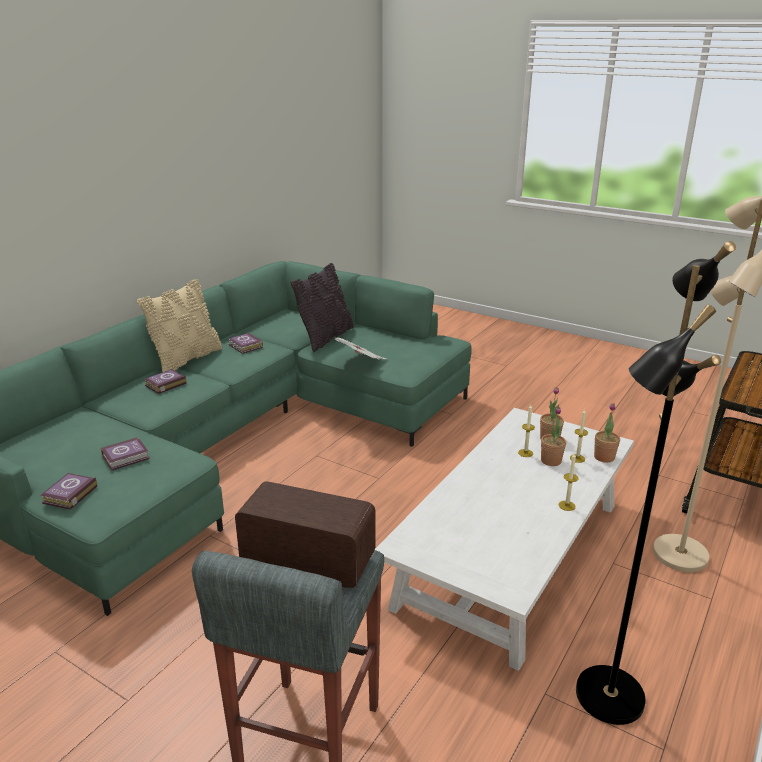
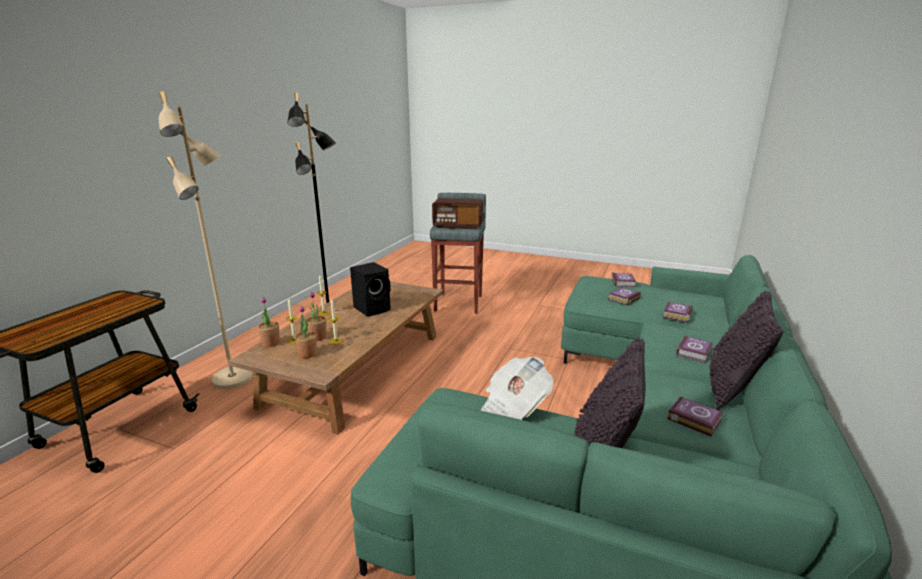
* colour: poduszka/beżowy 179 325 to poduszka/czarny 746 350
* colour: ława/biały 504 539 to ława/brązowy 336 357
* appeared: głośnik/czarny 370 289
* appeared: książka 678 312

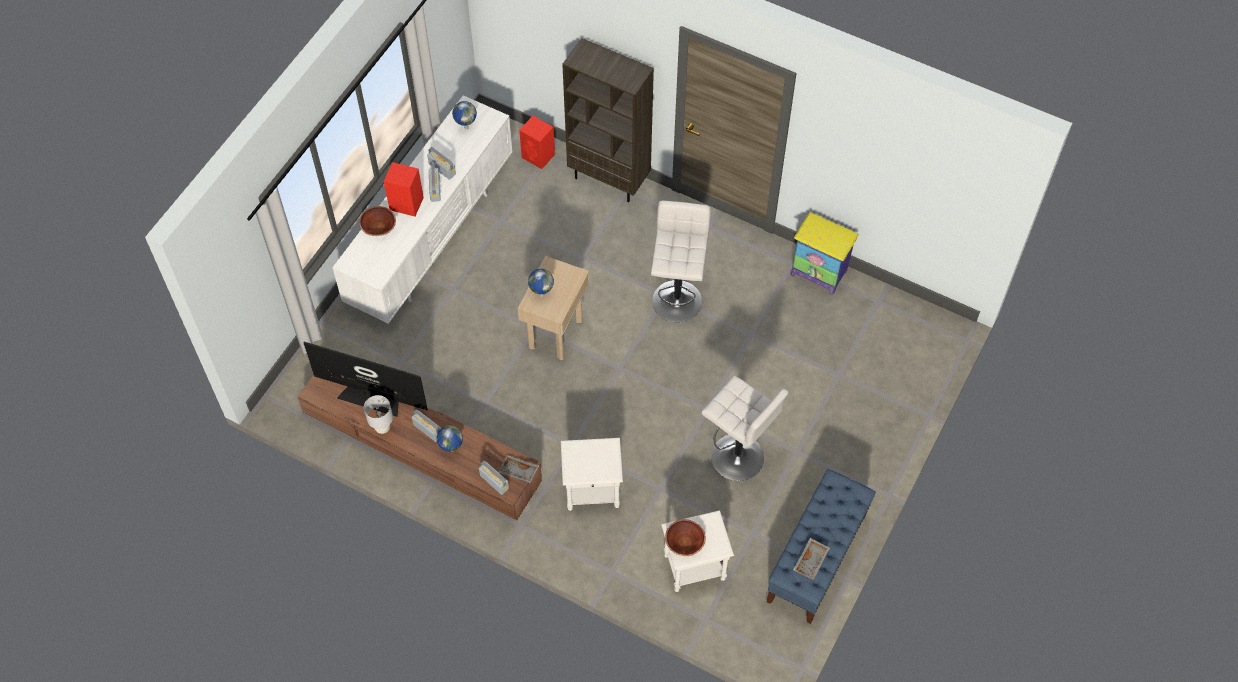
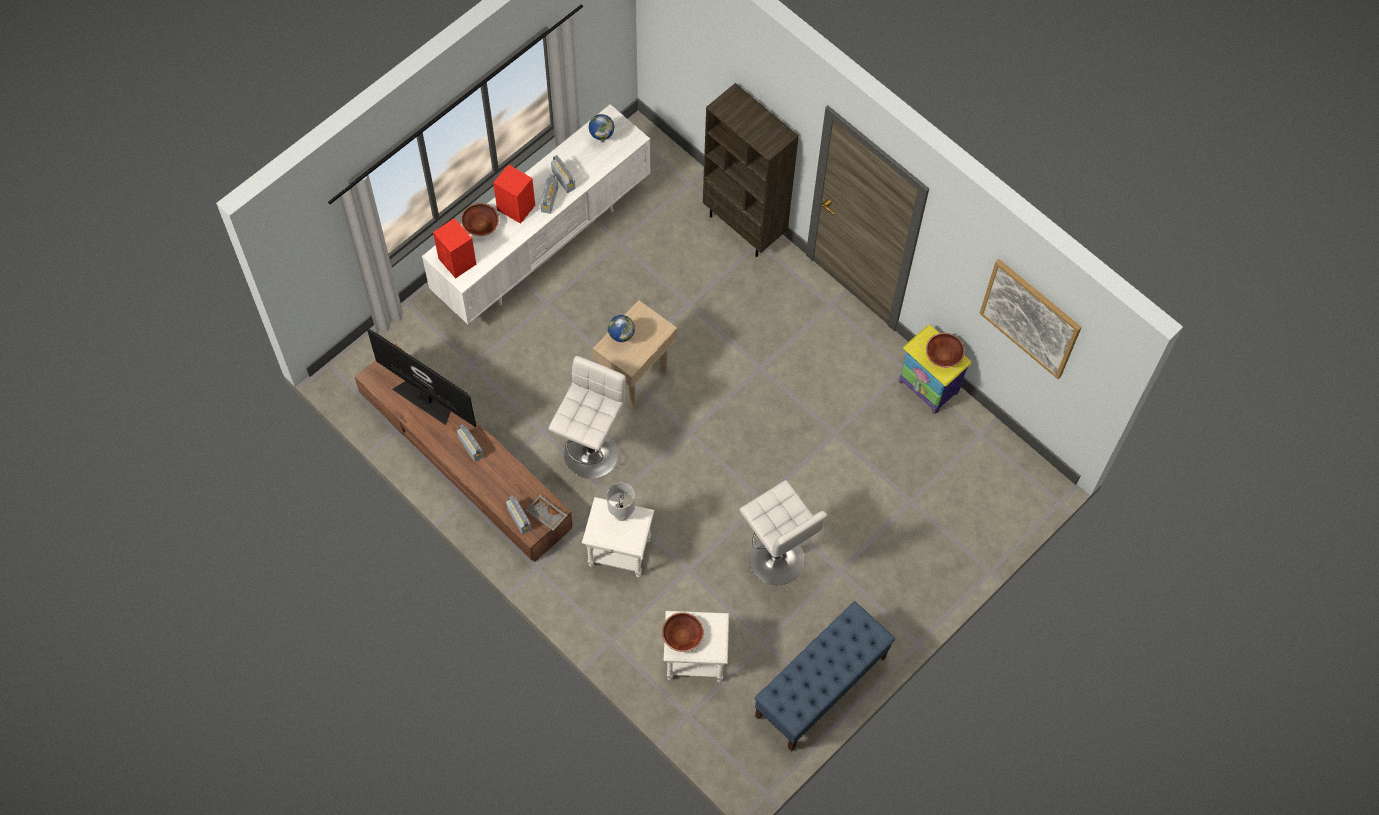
* relocated: lampa stołowa/szary 378 414 to 621 502
* missing: globus 450 438
* relocated: głośnik/czerwony 537 142 to 455 248
* relocated: stołek/biały 681 261 to 587 417
* missing: taca/szary 811 559
* appeared: miska/brązowy 945 350
* appeared: obraz 1031 319

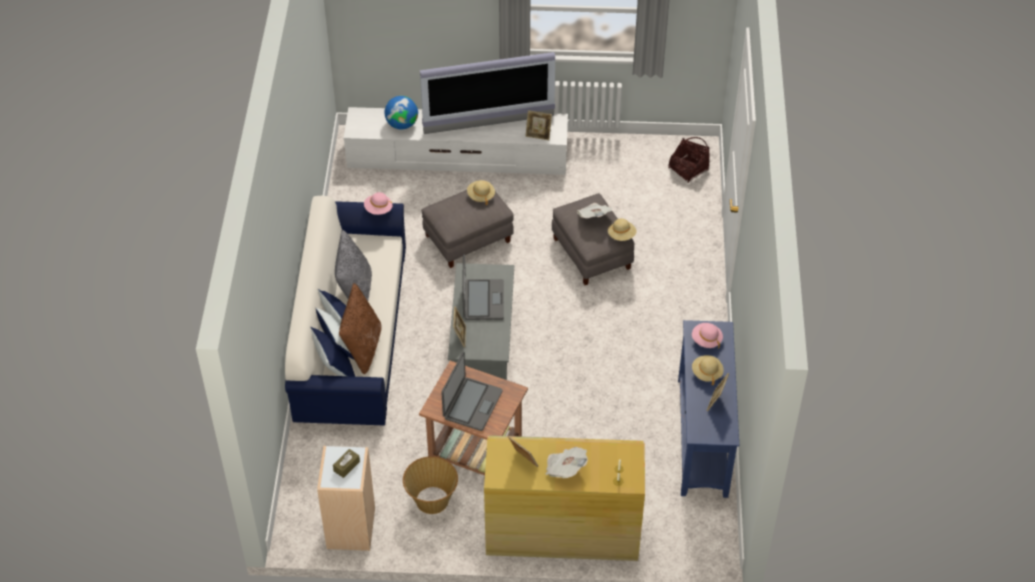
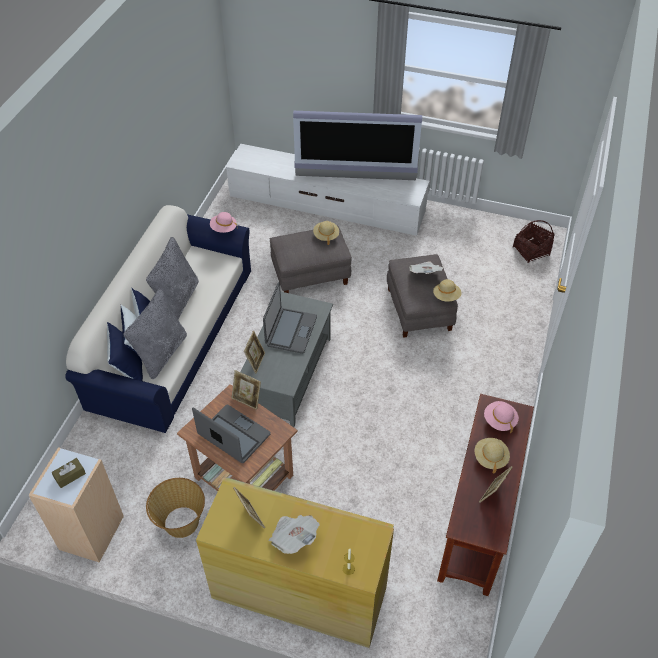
* colour: poduszka/brązowy 360 328 to poduszka/szary 155 333
* missing: globus 401 113
* spun: laptop 472 391 = 231 433 90 degrees counterclockwise
* relocated: ramka na zdjęcie 538 125 to 246 390
* colour: stolik konsolowy/niebieski 708 409 to stolik konsolowy/brązowy 485 495

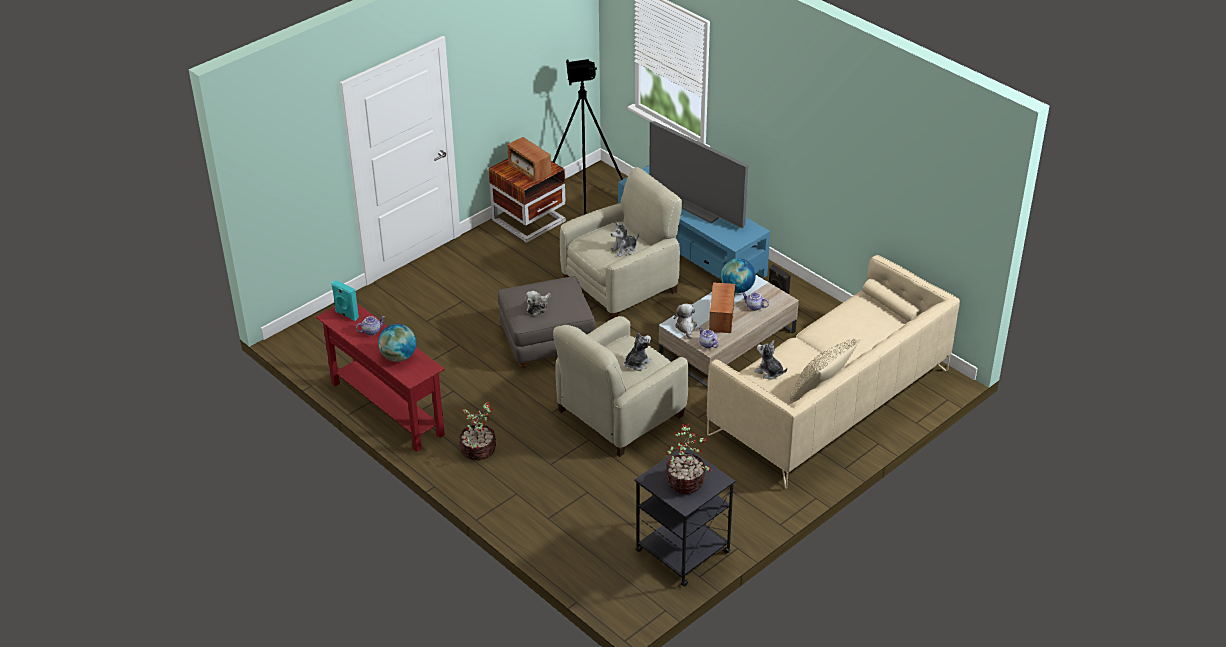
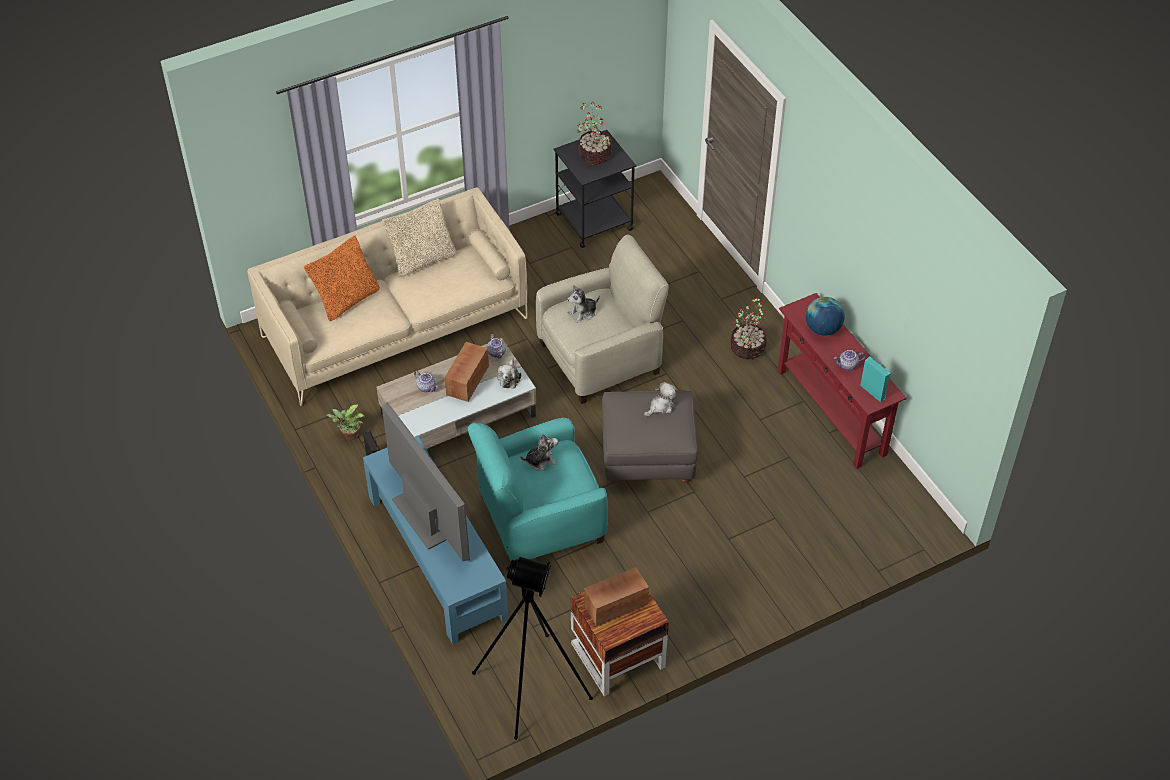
* spun: radio 529 159 = 616 596 90 degrees counterclockwise
* colour: fotel/beżowy 621 243 to fotel/turkusowy 538 489
* missing: globus 738 275
* missing: pluszak 770 360
* appeared: poduszka/pomarańczowy 342 278
* appeared: roślina doniczkowa 345 422

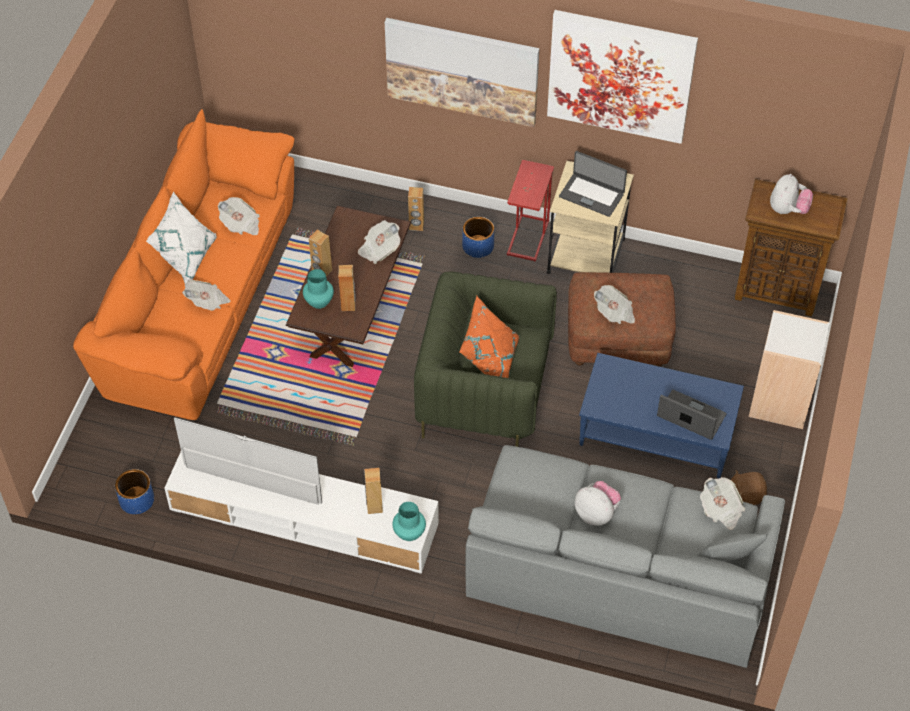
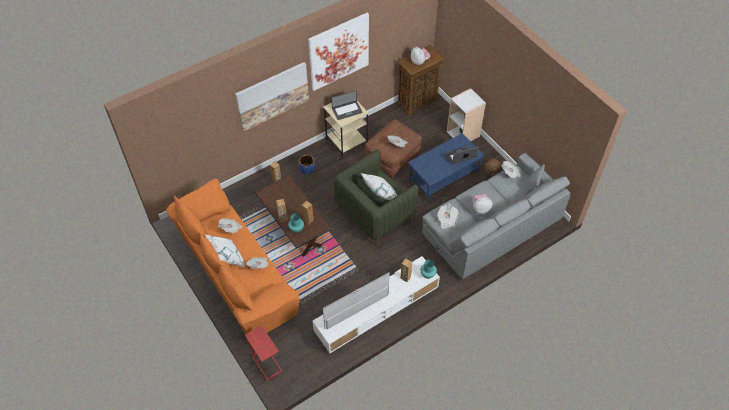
* missing: donica/niebieski 134 491
* relocated: gazeta 379 242 to 448 216
* colour: poduszka/pomarańczowy 489 336 to poduszka/biały 379 186
* relocated: stolik/czerwony 530 211 to 263 353

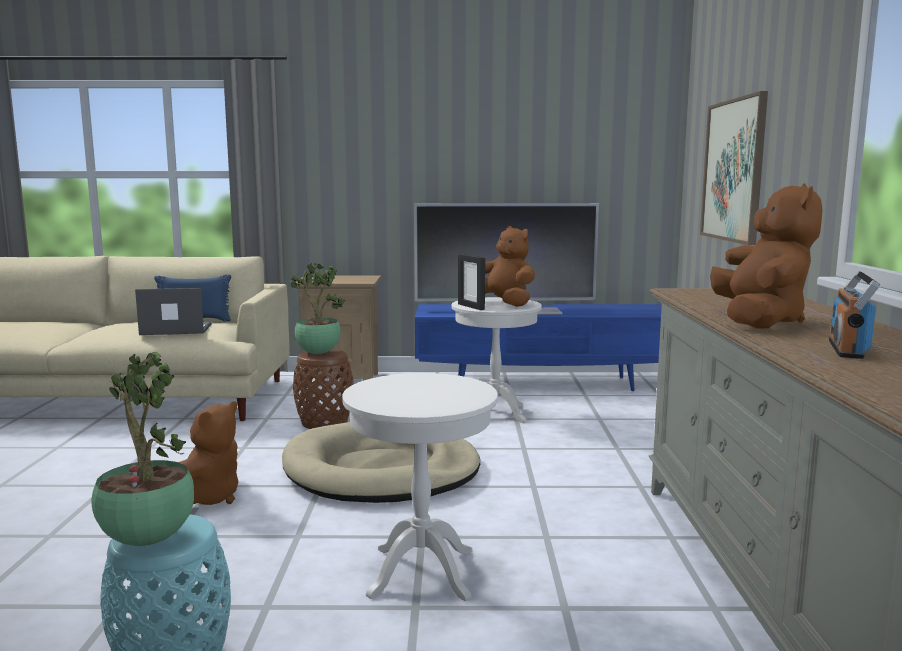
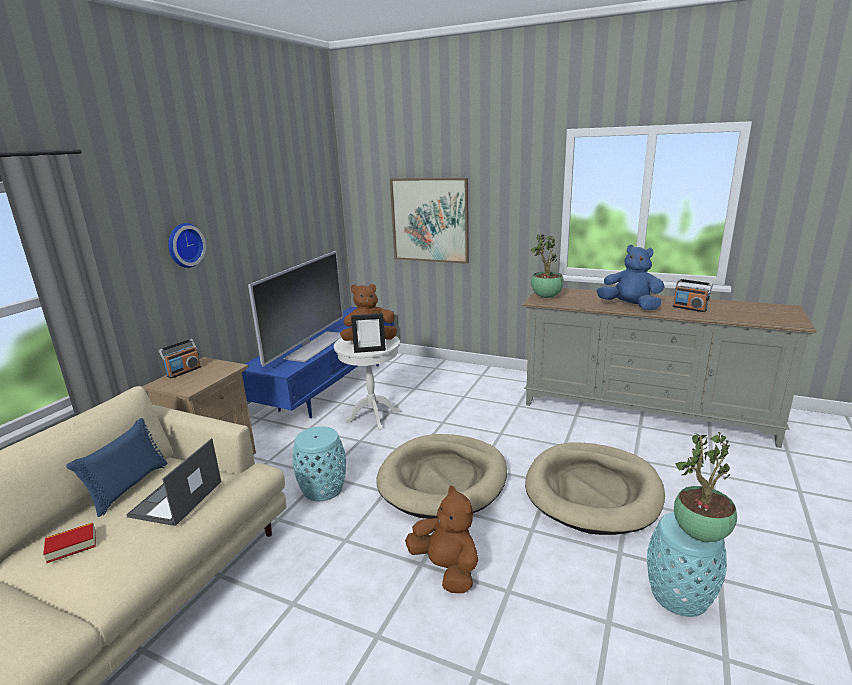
* relocated: roślina doniczkowa 317 308 to 547 266
* colour: stołek/brązowy 323 389 to stołek/turkusowy 319 463
* exchanged: stolik/biały 420 487 to legowisko/beżowy 595 488
* colour: pluszak/brązowy 766 256 to pluszak/niebieski 631 277
* appeared: książka 69 543
* appeared: radio 180 359
* appeared: zegar ścienny 187 245

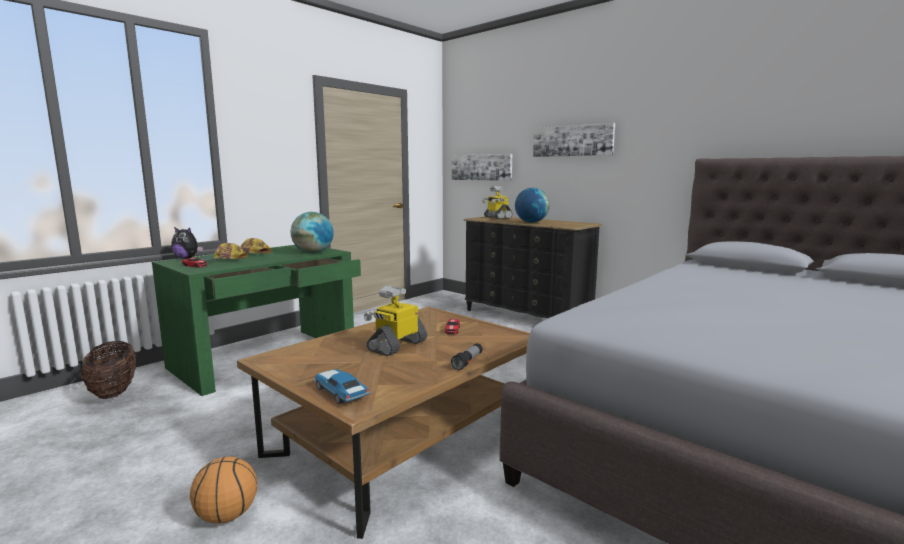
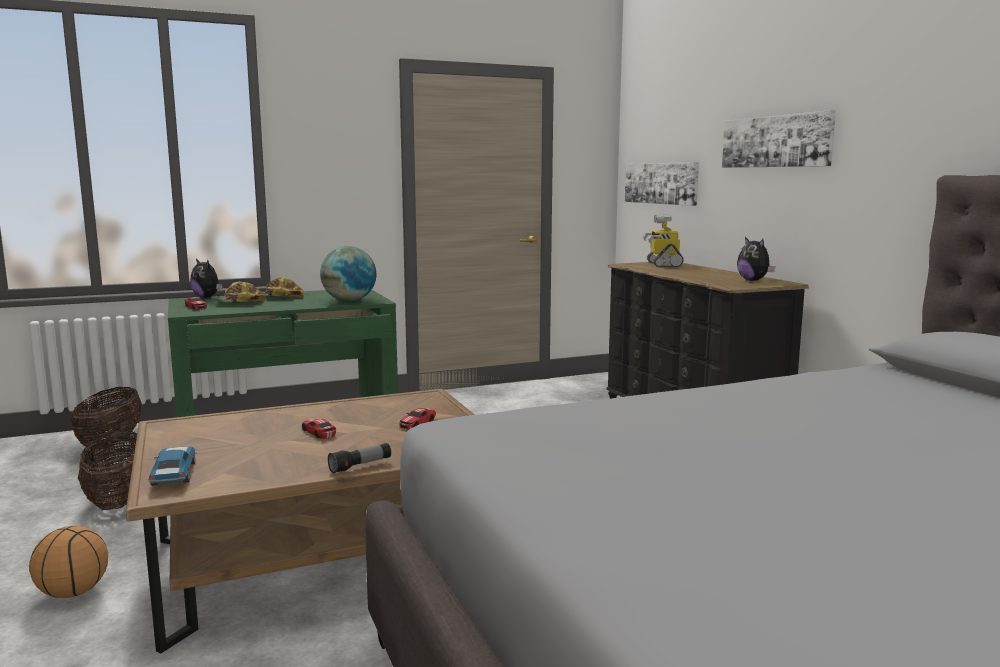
* exchanged: robot zabawkowy 395 321 to samochodzik 319 429
* missing: globus 532 205
* appeared: koszyk 107 470
* appeared: pluszak 756 259

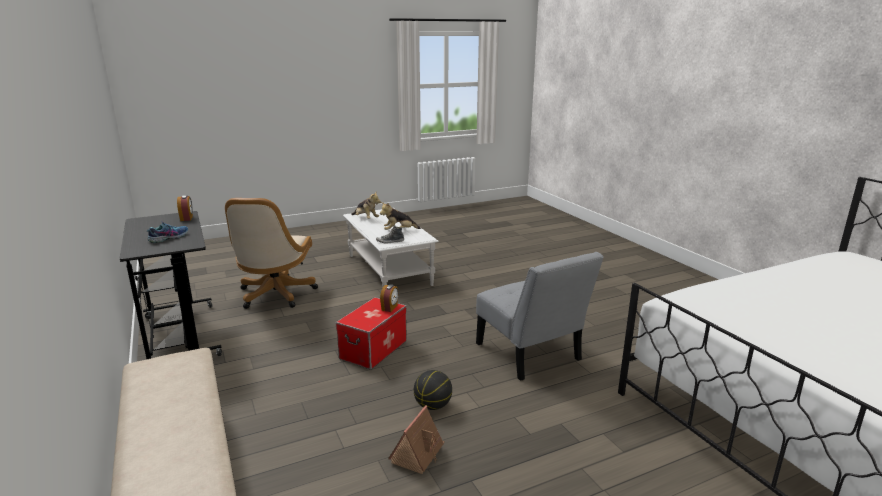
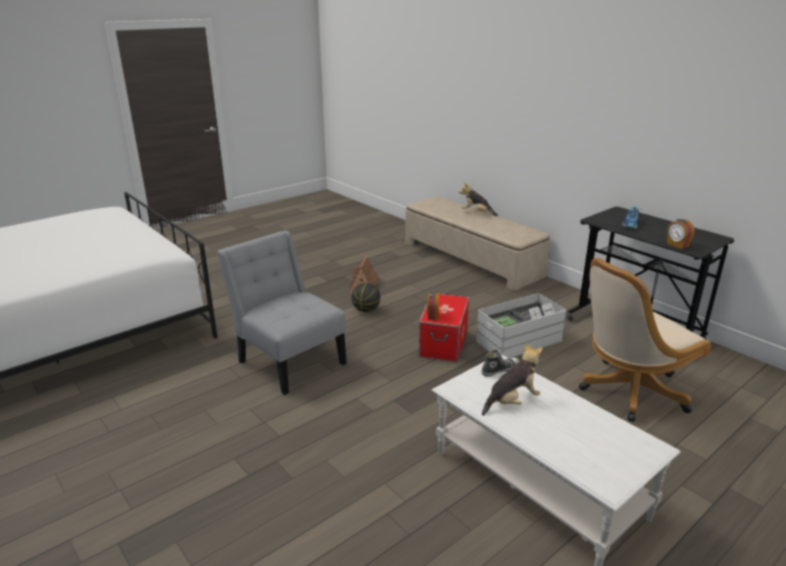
* spun: krzesło biurowe 271 253 = 645 340 105 degrees counterclockwise
* relocated: pluszak 366 205 to 478 199
* appeared: pojemnik do przechowywania/szary 521 325

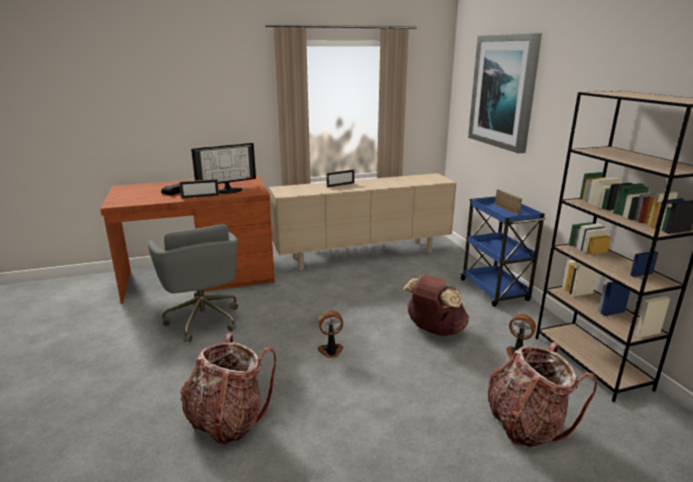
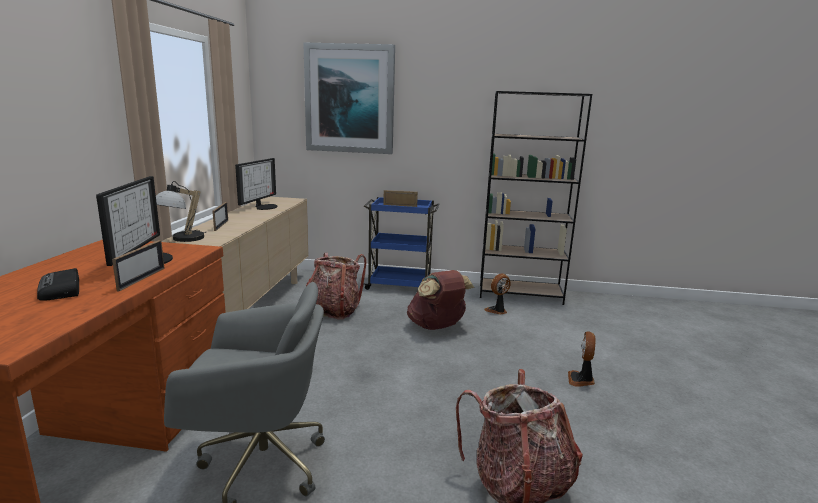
* relocated: wentylator 330 334 to 581 359
* relocated: plecak 542 394 to 336 286
* appeared: lampa stołowa 181 211
* appeared: monitor 256 184

